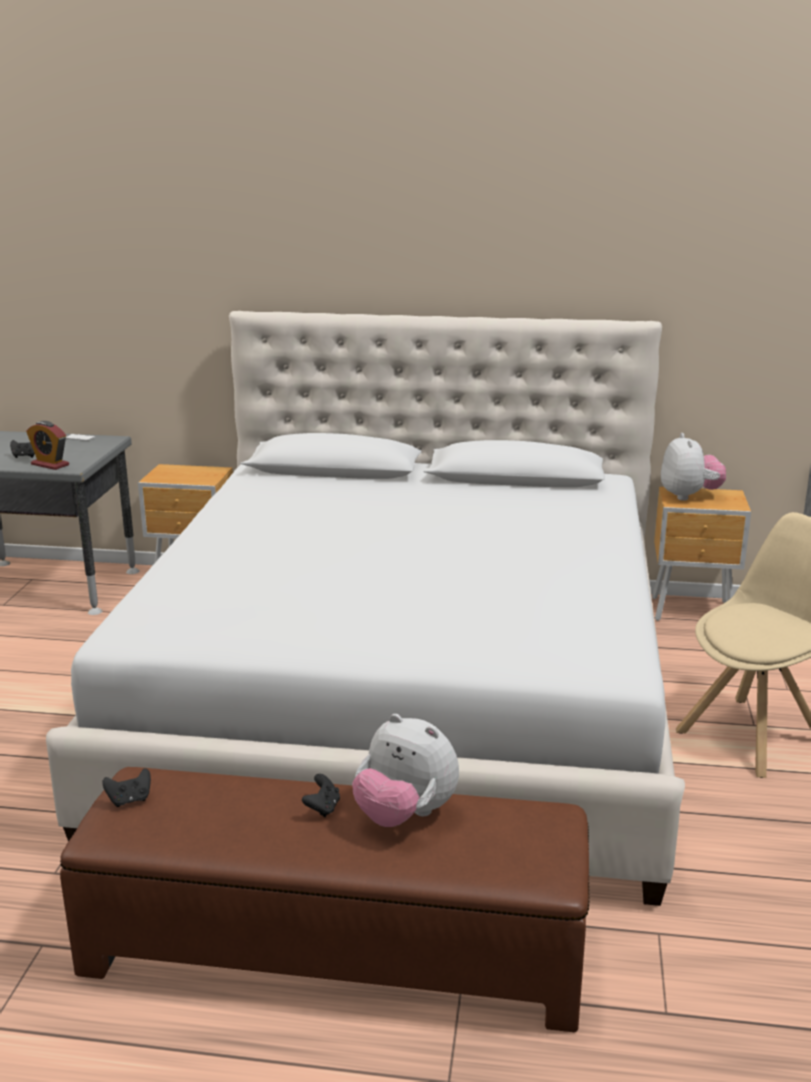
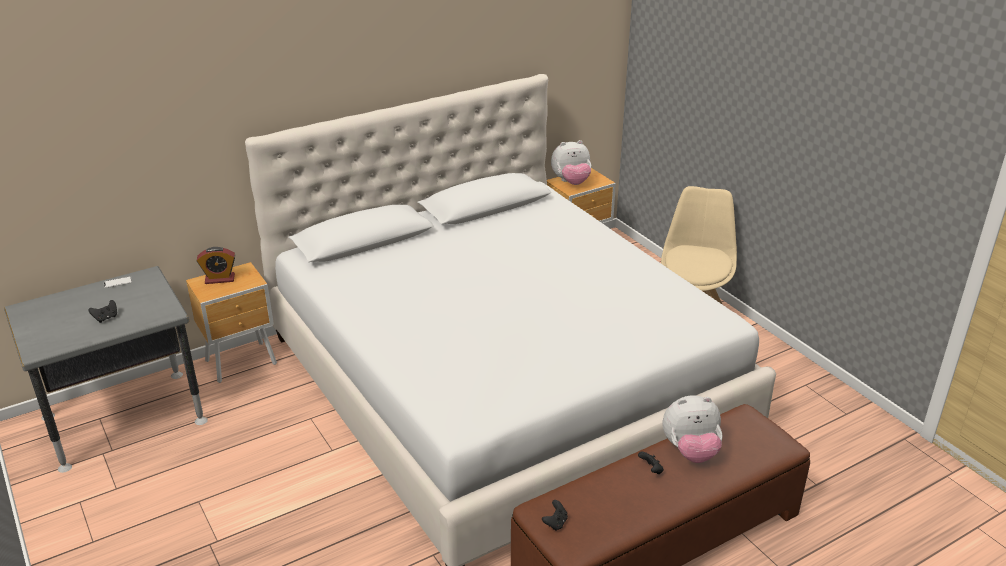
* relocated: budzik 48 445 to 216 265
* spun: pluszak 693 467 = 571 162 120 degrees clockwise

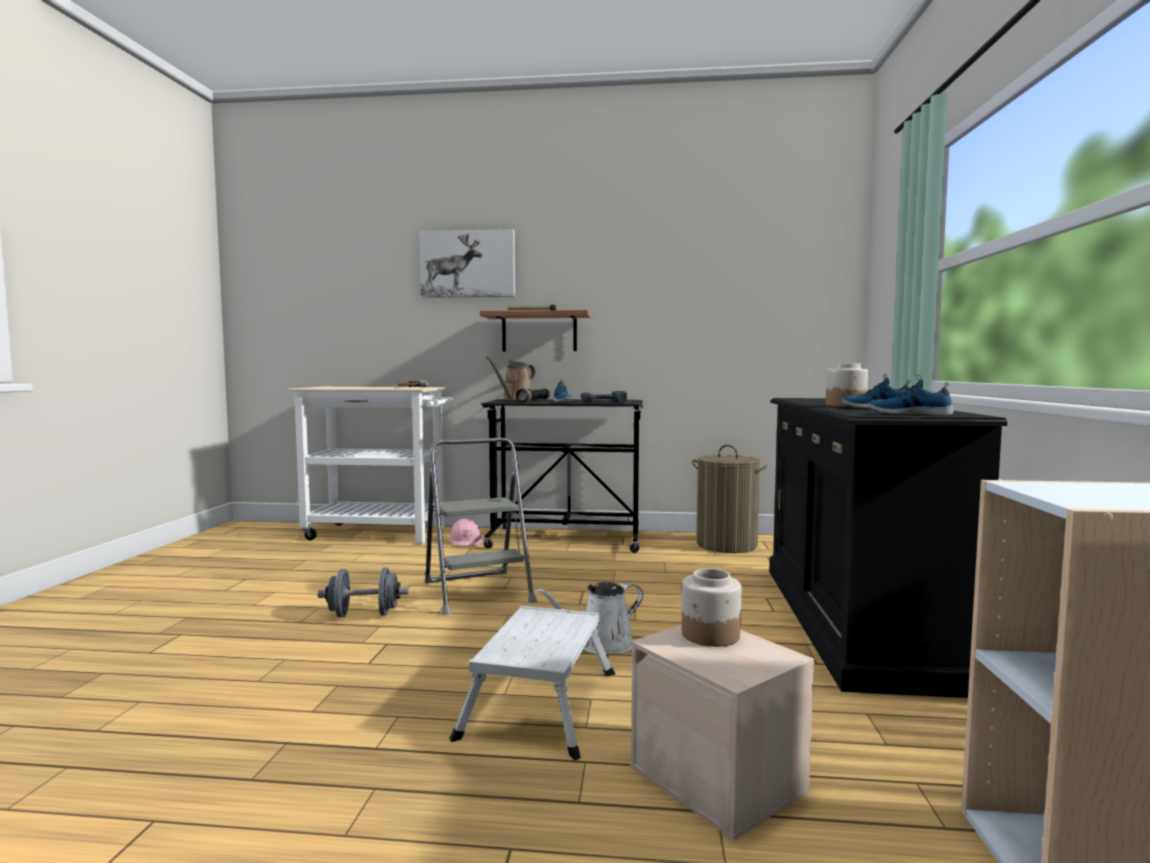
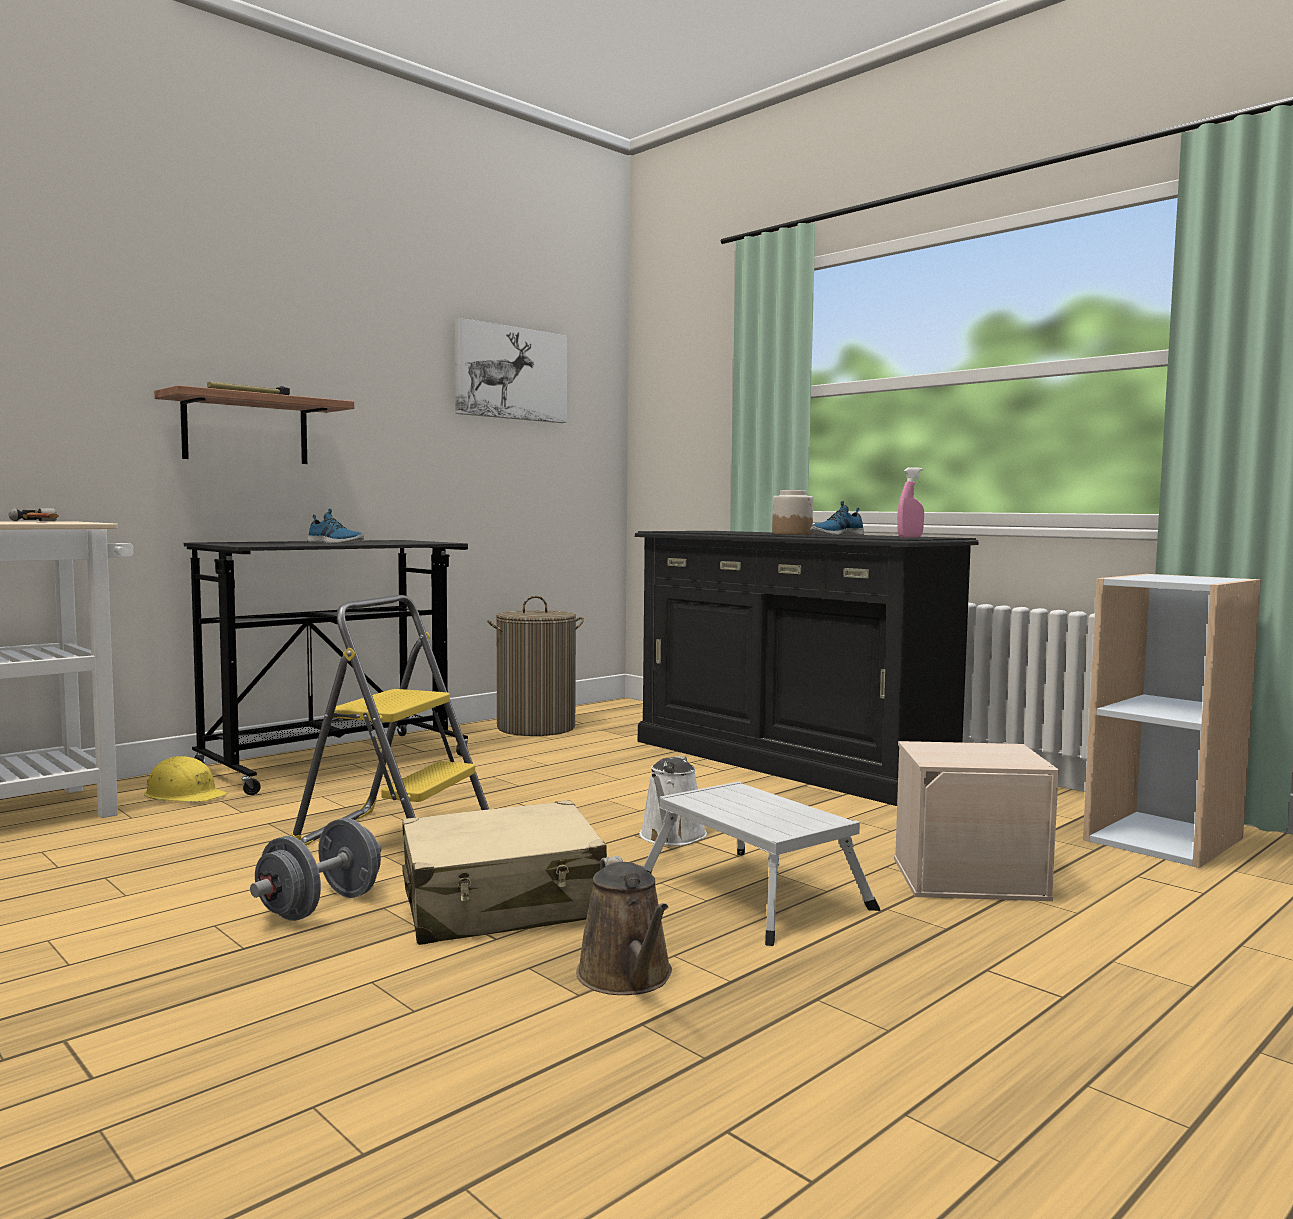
* relocated: obraz 467 263 to 511 370
* colour: drabinka/szary 481 526 to drabinka/żółty 390 720
* colour: kask/różowy 466 532 to kask/żółty 185 779
* relocated: konewka/brązowy 510 379 to 624 925
* missing: latarka/czarny 533 395
* missing: wiertarka 604 396
* missing: słoik 711 608
* exchanged: but 910 395 to spryskiwacz/różowy 910 502
* appeared: walizka/beżowy 504 872

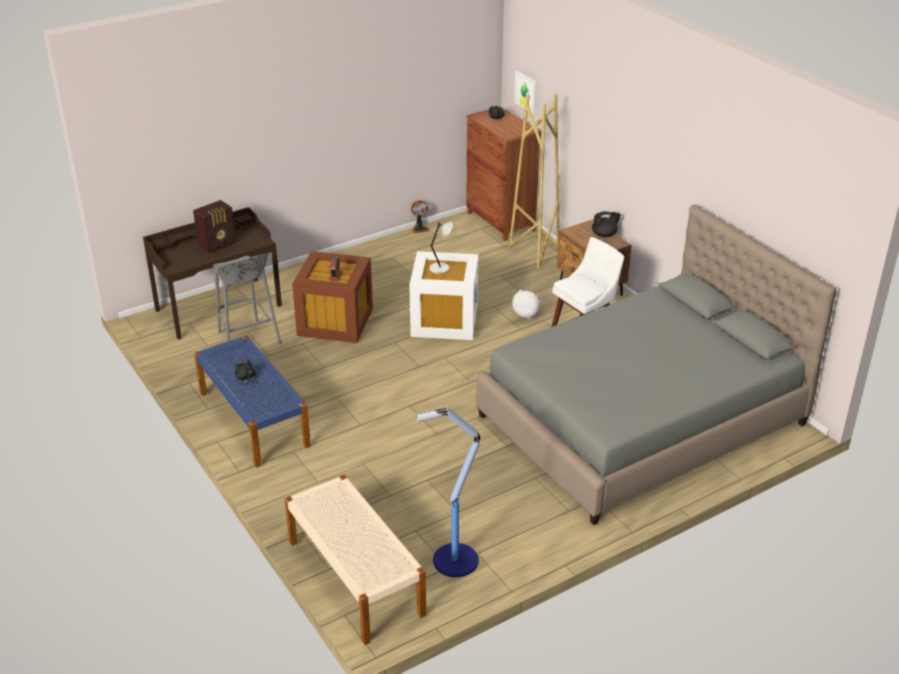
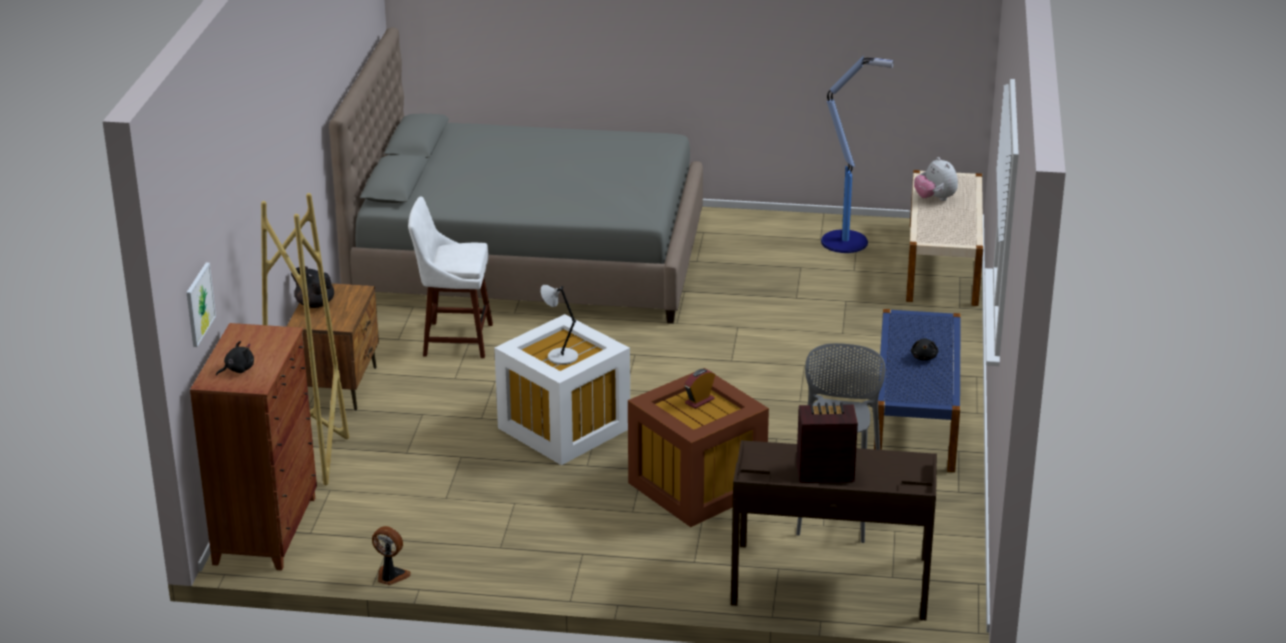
* relocated: pluszak 527 304 to 936 179

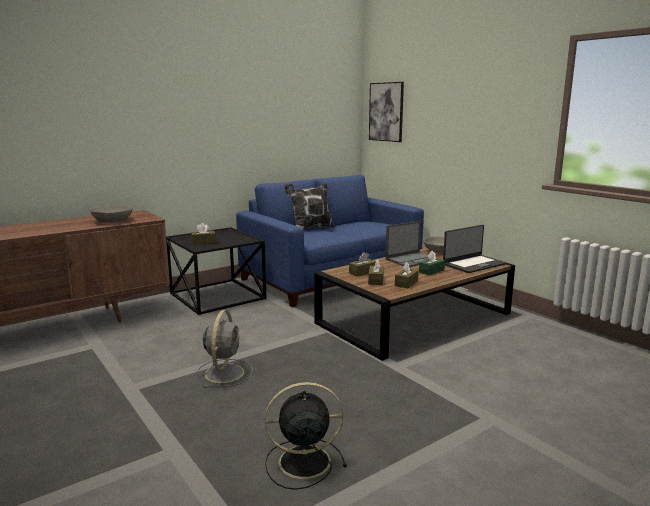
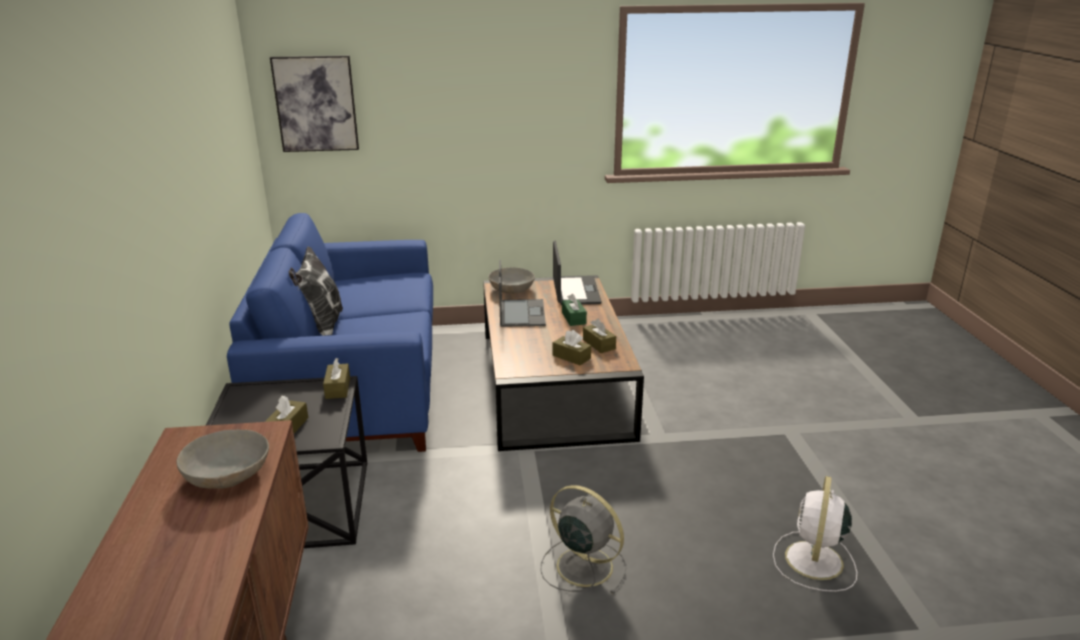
* colour: wentylator/czarny 306 436 to wentylator/biały 815 534
* relocated: pudełko chusteczek/brązowy 362 264 to 336 378

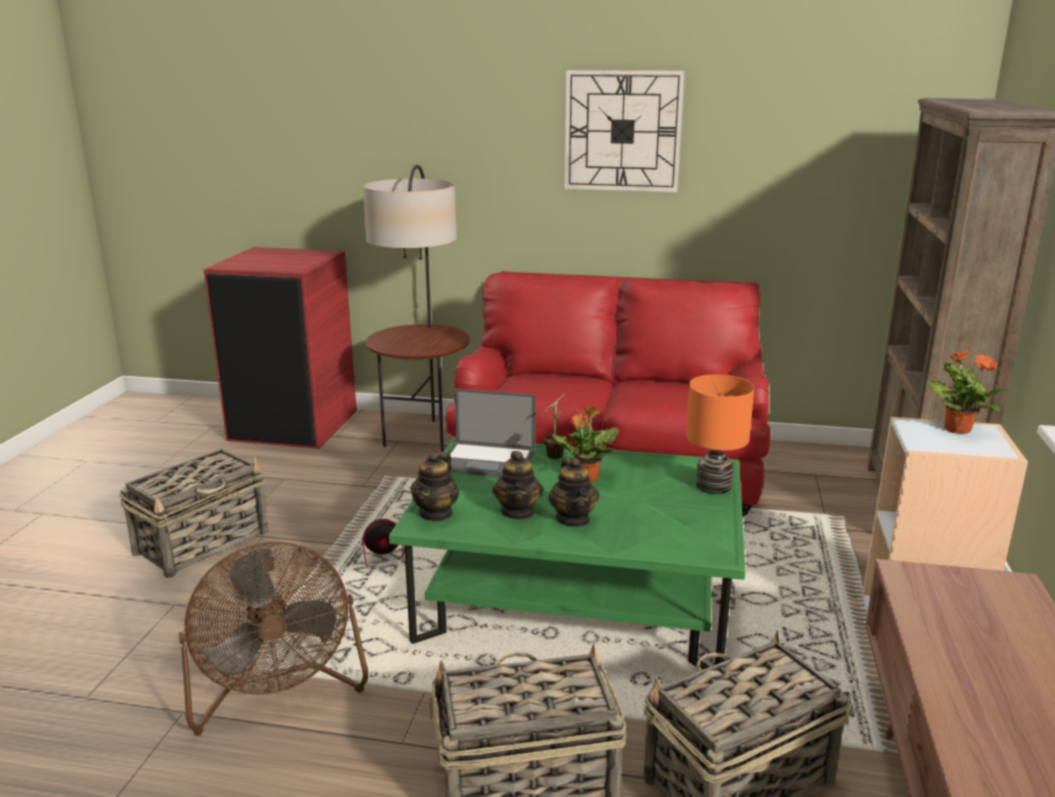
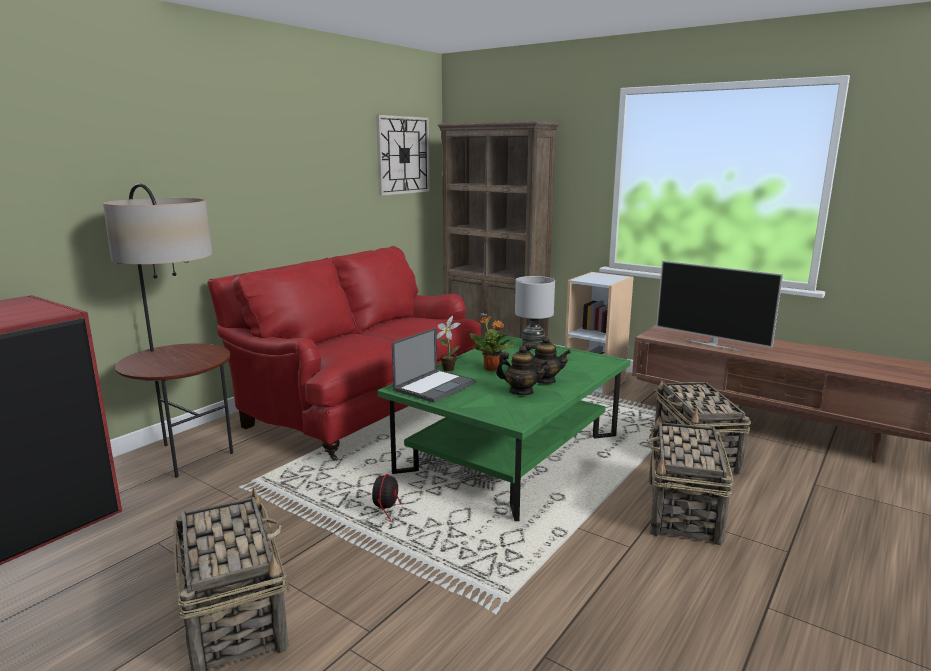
* missing: wentylator/brązowy 273 639
* missing: imbryk 434 486
* relocated: zegar ścienny 624 131 to 403 155
* colour: lampa stołowa/pomarańczowy 720 434 to lampa stołowa/szary 535 312
* missing: roślina doniczkowa 967 392
* appeared: telewizor 719 306

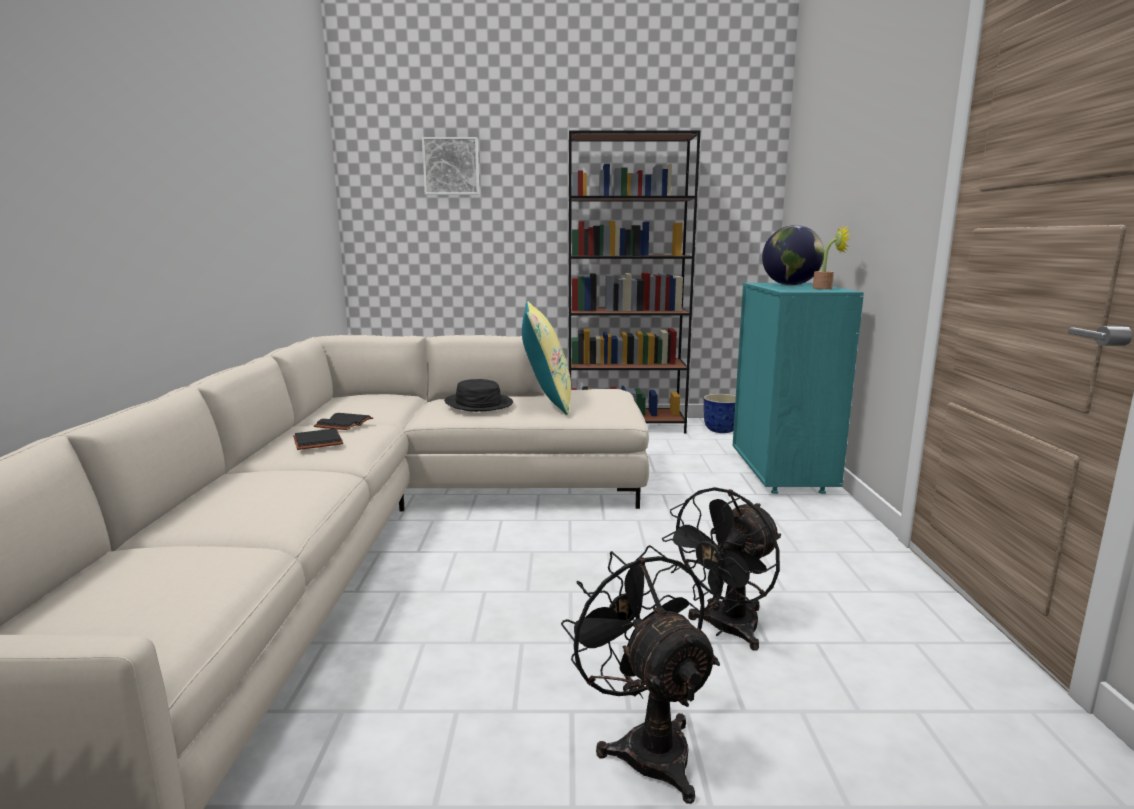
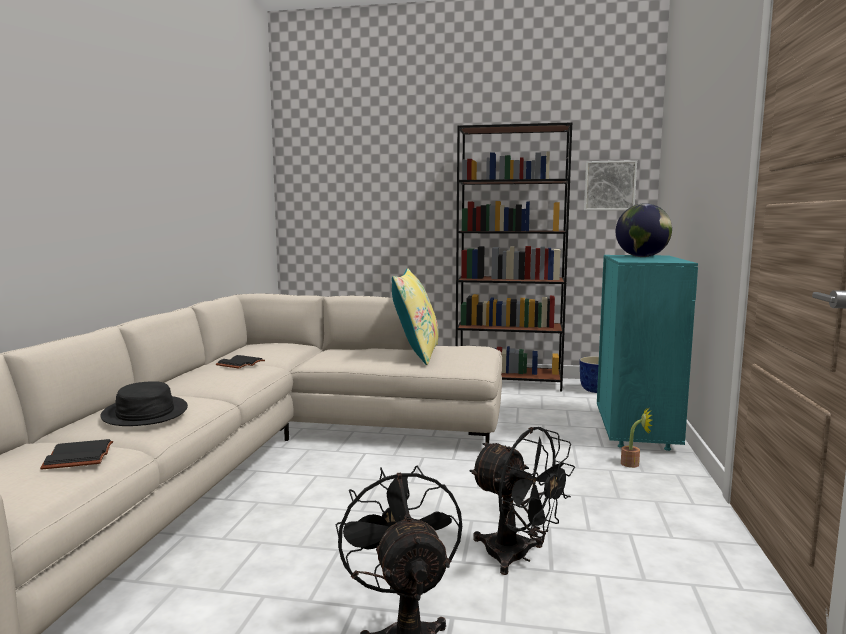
* relocated: książka/czarny 318 439 to 76 454
* relocated: obraz 451 166 to 610 185
* relocated: kapelusz/czarny 478 395 to 144 403
* spun: wentylator/czarny 721 569 = 522 501 105 degrees counterclockwise
* relocated: roślina doniczkowa 832 257 to 636 438

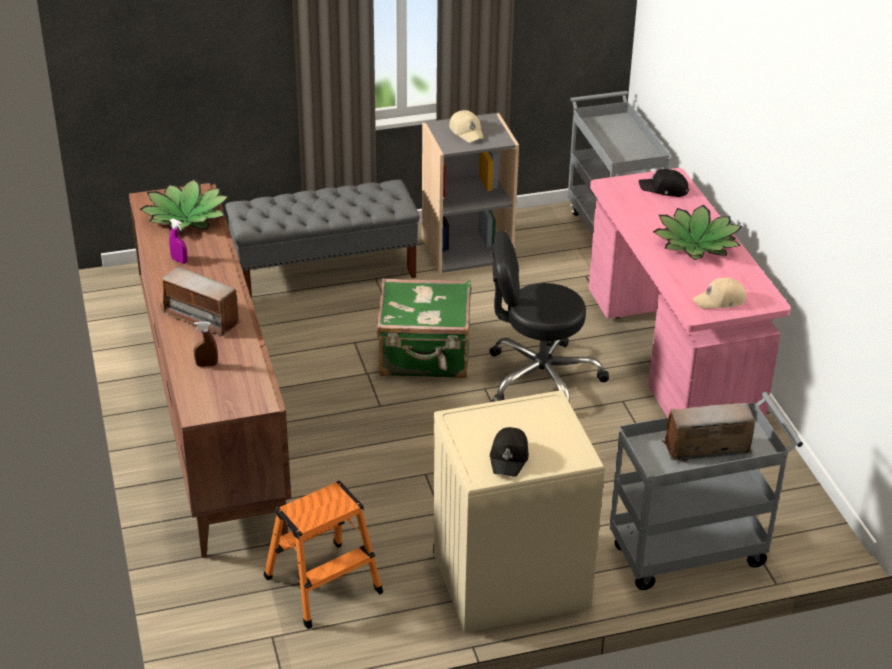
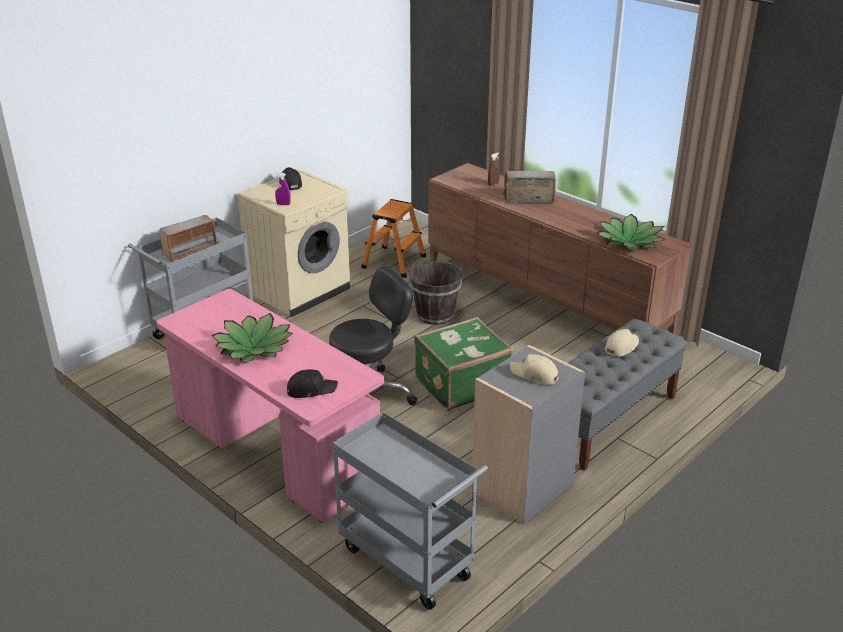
* relocated: spryskiwacz/fioletowy 178 241 to 283 188
* relocated: czapka z daszkiem/beżowy 719 293 to 622 343
* appeared: wiadro/brązowy 435 293

